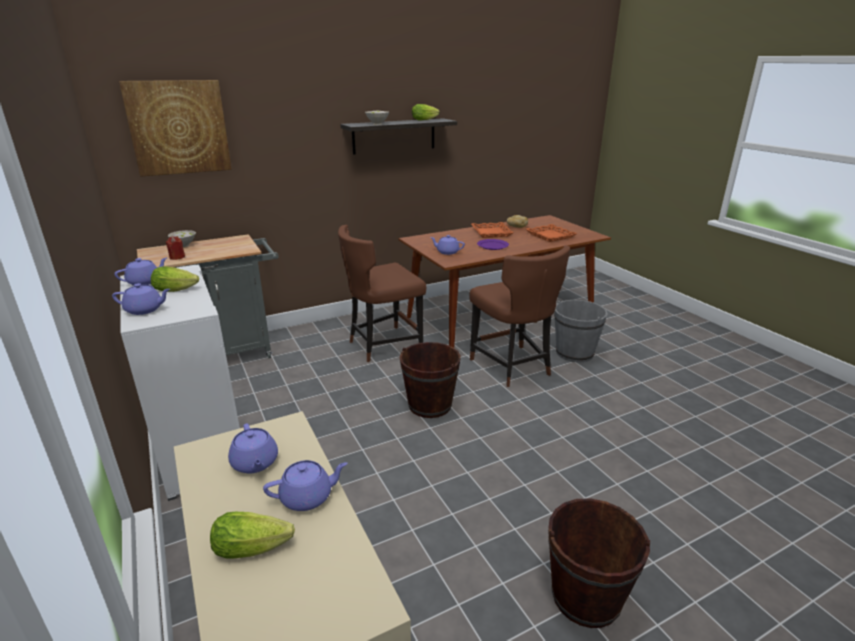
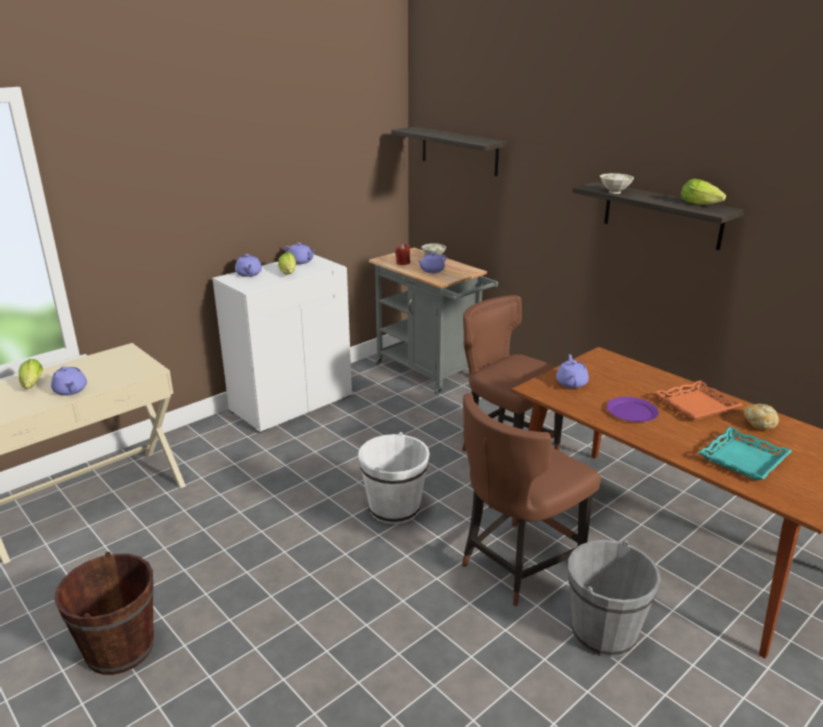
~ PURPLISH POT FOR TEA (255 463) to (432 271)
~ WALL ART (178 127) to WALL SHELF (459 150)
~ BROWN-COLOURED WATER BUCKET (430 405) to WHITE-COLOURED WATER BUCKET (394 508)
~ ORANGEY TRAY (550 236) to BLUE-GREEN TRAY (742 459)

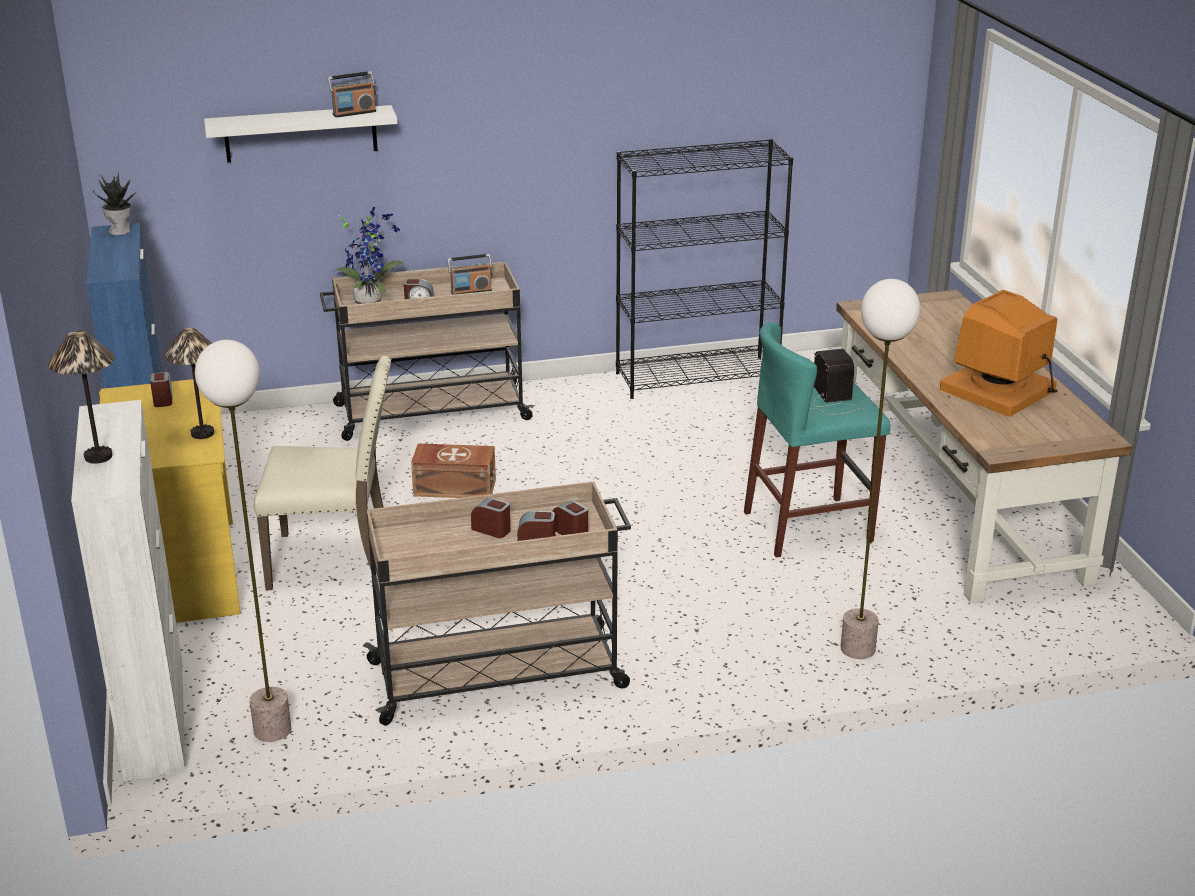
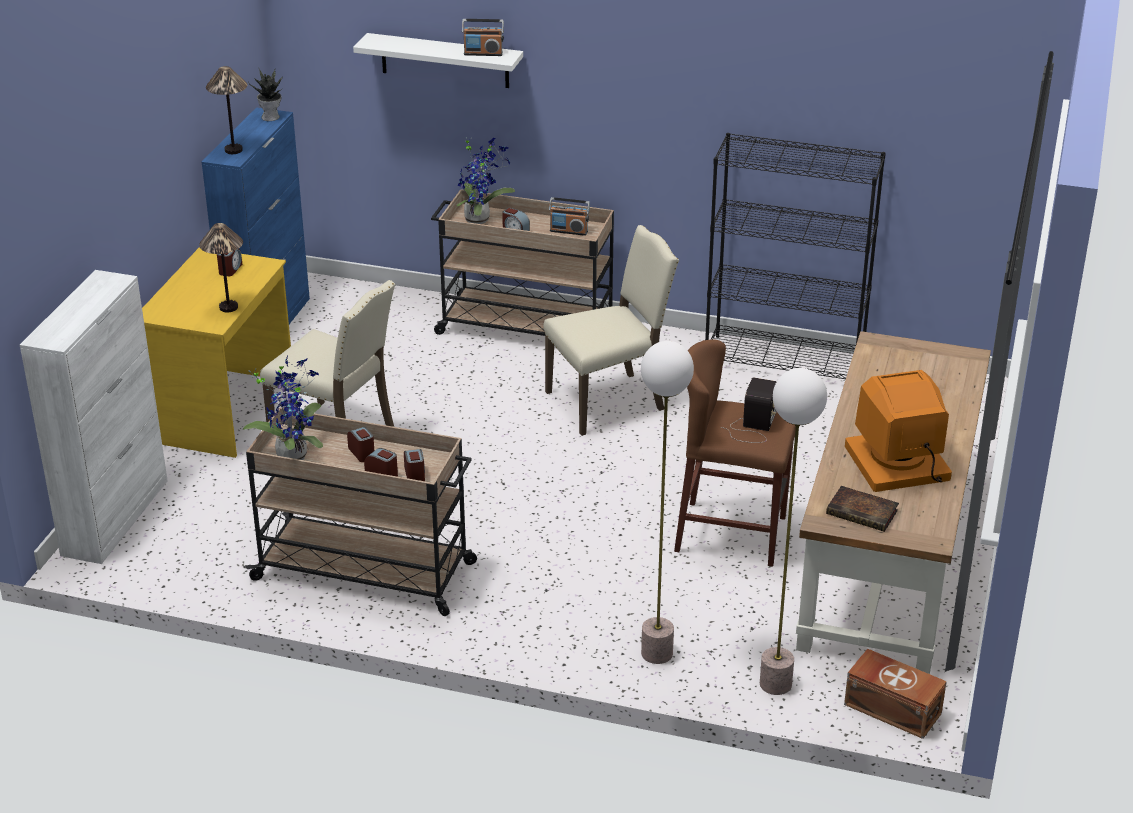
+ PLANT IN A POT (293 454)
+ SAND-COLOURED PLAIN CHAIR (608 401)
+ BOOK (864 513)
~ TABLE LAMP (98 456) to (233 150)
~ FLOOR LAMP (272 730) to (775 684)
~ BROWN-COLOURED STORAGE BIN (453 487) to (892 707)
~ BLUE-GREEN STOOL (808 526) to BROWN-COLOURED STOOL (731 534)

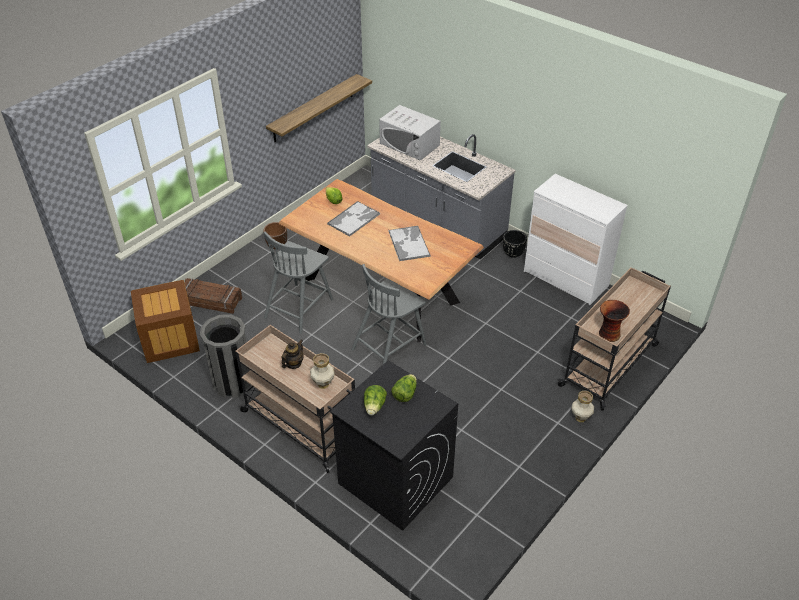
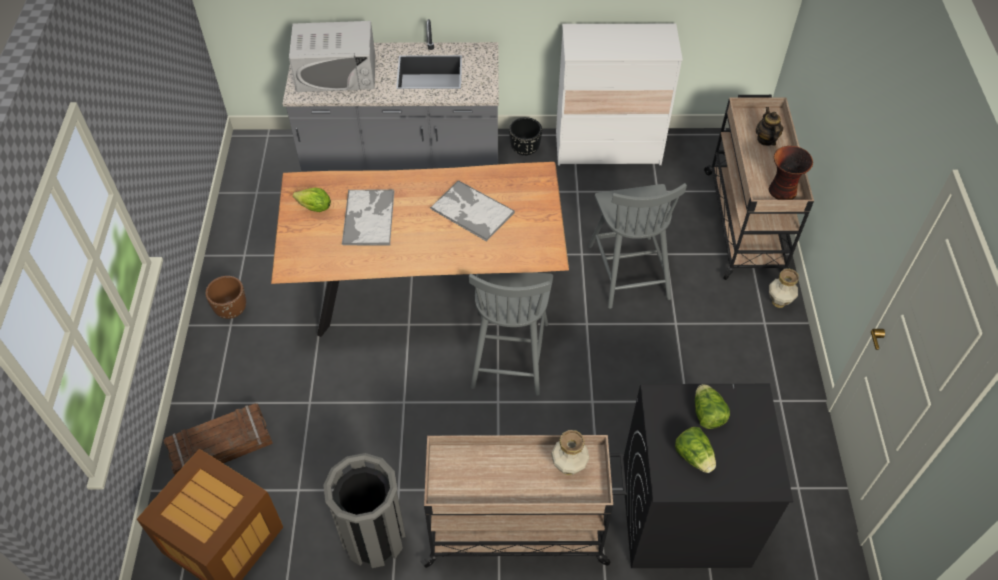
- WALL SHELF (313 108)
~ GRAY PLAIN CHAIR (299 307) to (628 270)
~ POT FOR TEA (293 364) to (766 139)

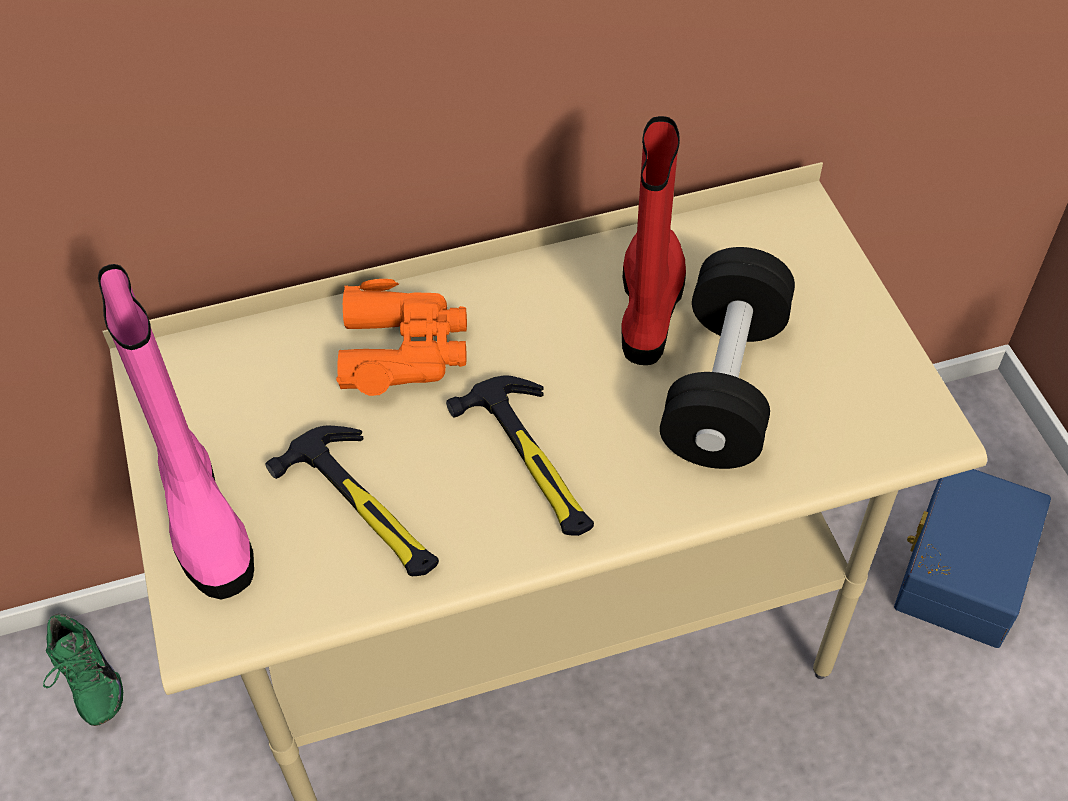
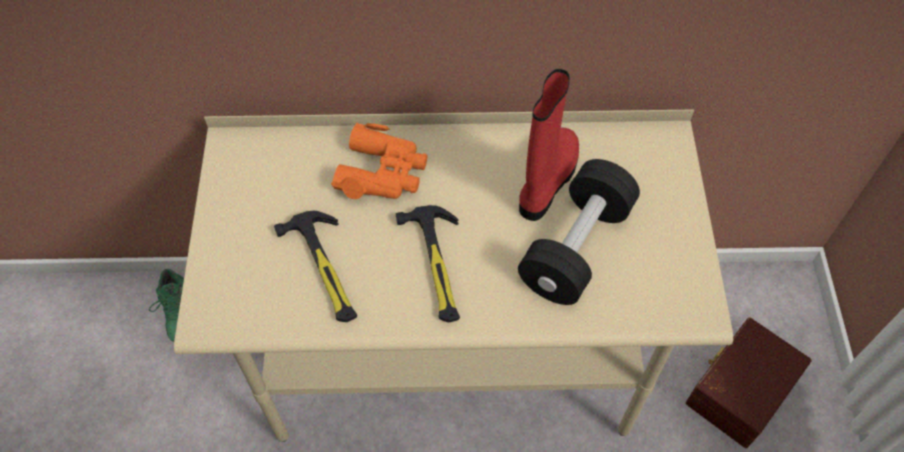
- PINKISH TALL BOOT (203 517)
~ BLUISH STORAGE BIN (960 568) to BROWN-COLOURED STORAGE BIN (738 388)

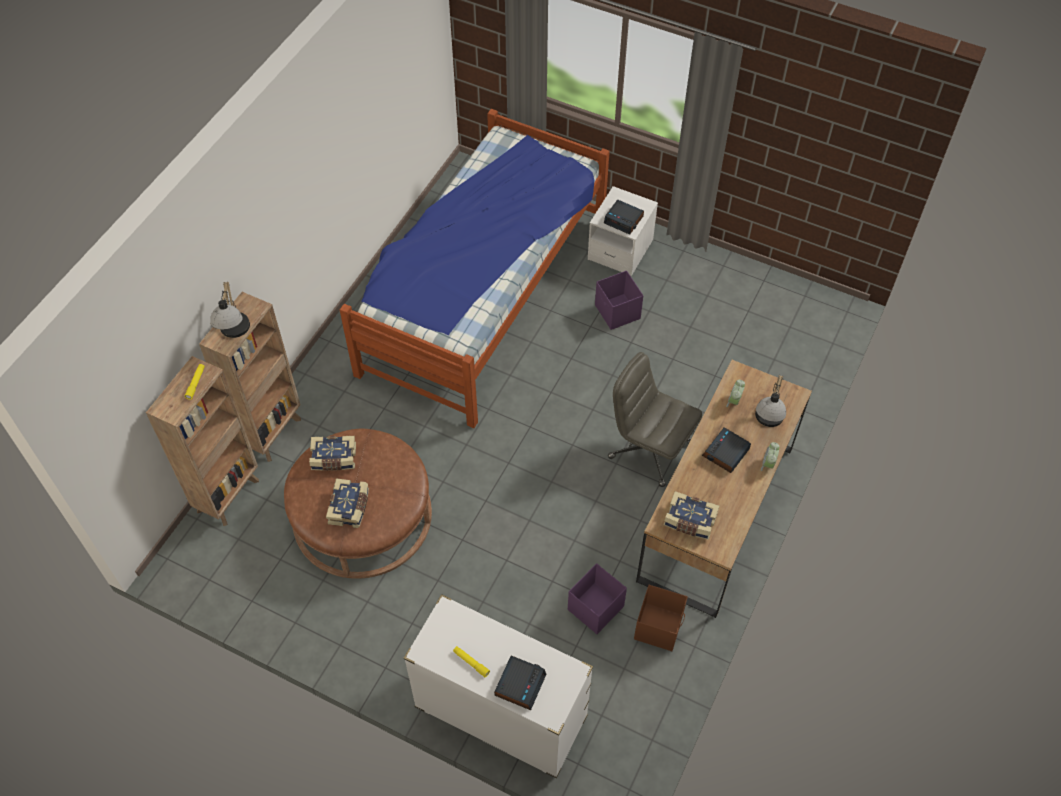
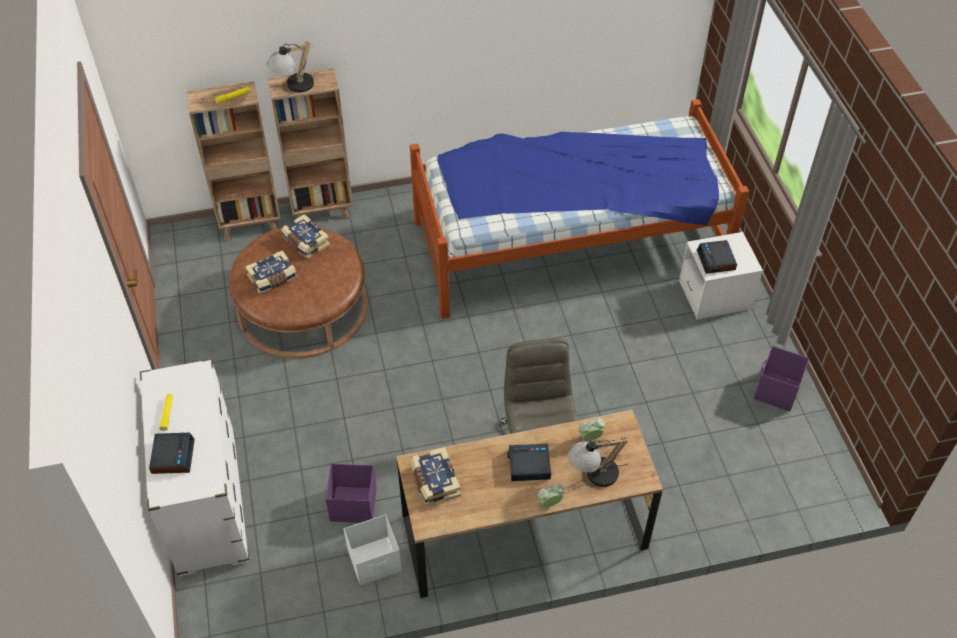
~ PURPLISH STORAGE BIN (617 312) to (776 391)
~ BROWN-COLOURED STORAGE BIN (659 626) to WHITE-COLOURED STORAGE BIN (375 561)
~ ALARM CLOCK (520 684) = (172 456) 75 degrees counterclockwise

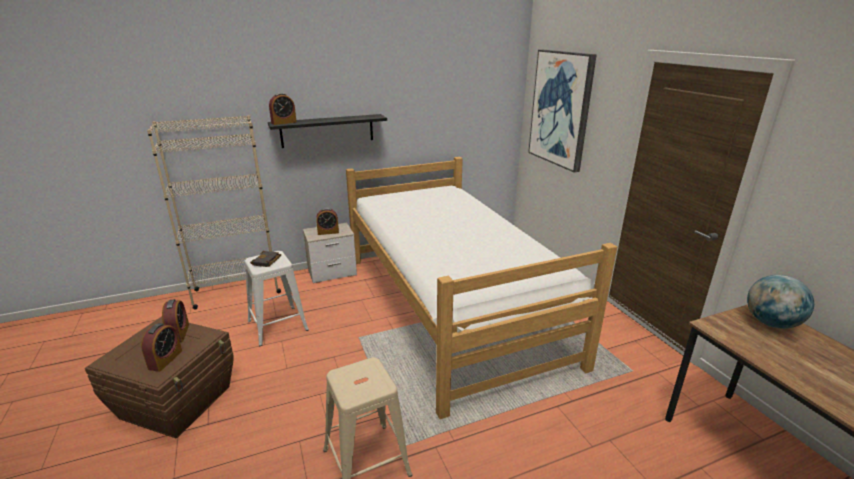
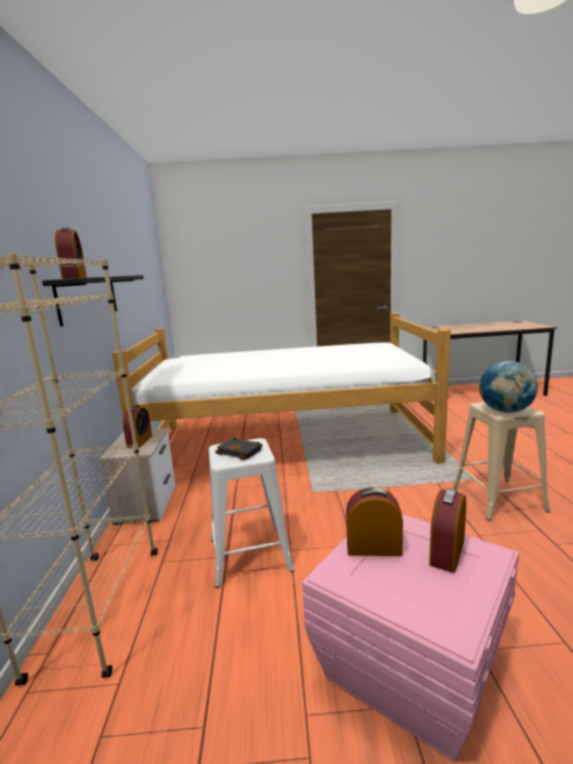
- WALL ART (561 109)
~ GLOBE (770 323) to (505 411)
~ BROWN-COLOURED STORAGE BIN (177 401) to PINKISH STORAGE BIN (409 662)
~ ALARM CLOCK (165 359) = (447 552) 90 degrees counterclockwise

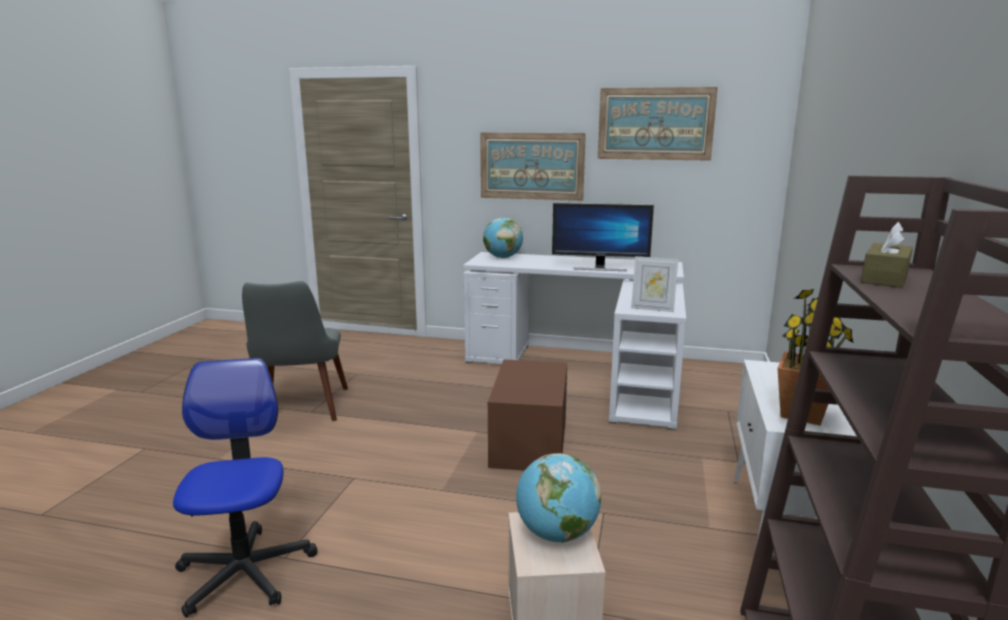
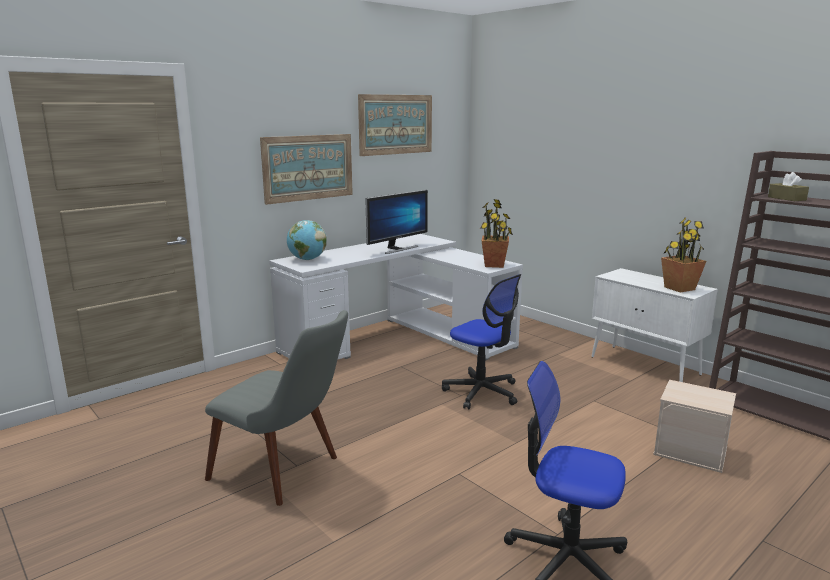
- GLOBE (556 534)
~ BROWN-COLOURED STORAGE BIN (529 442) to DESK CHAIR (482 392)
~ STANDING FRAME (652 309) to PLANT IN A POT (494 265)

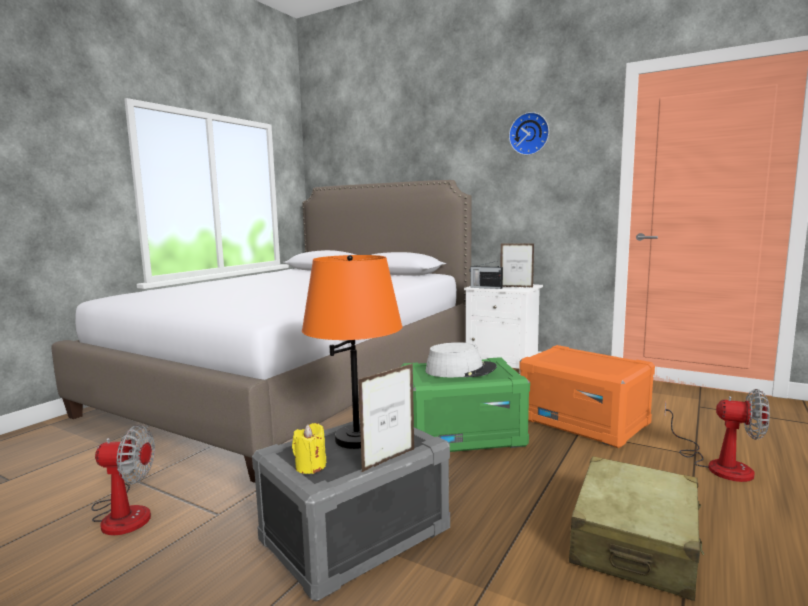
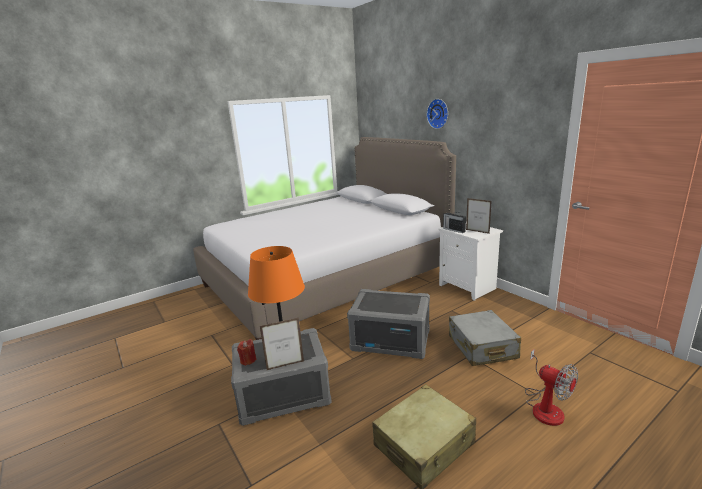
- COOLING FAN (123 513)
- GRAY WEARABLE HAT (460 370)
~ WALL CLOCK (529 134) to (438 113)
~ ORANGEY STORAGE BIN (584 421) to GRAY TRAVEL CASE (482 347)
~ YELLOW-COLOURED WAX CANDLE (310 466) to REDDISH WAX CANDLE (248 360)
~ GREEN STORAGE BIN (462 434) to GRAY STORAGE BIN (391 340)

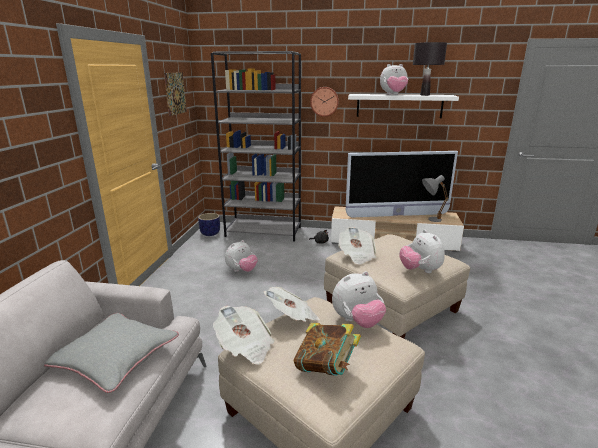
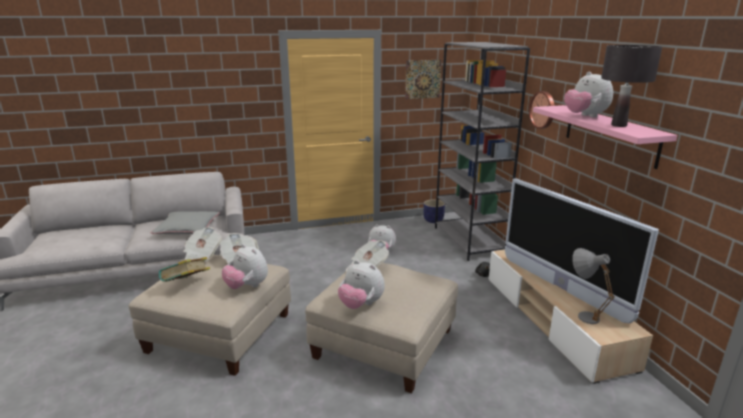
~ WHITE-COLOURED WALL SHELF (399 106) to PINKISH WALL SHELF (610 134)
~ PLUSH TOY (420 270) = (361 305) 105 degrees counterclockwise

